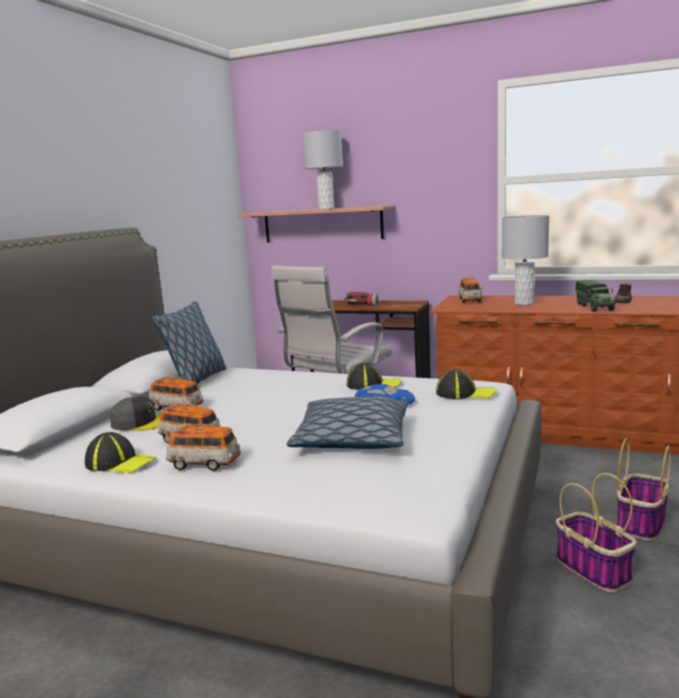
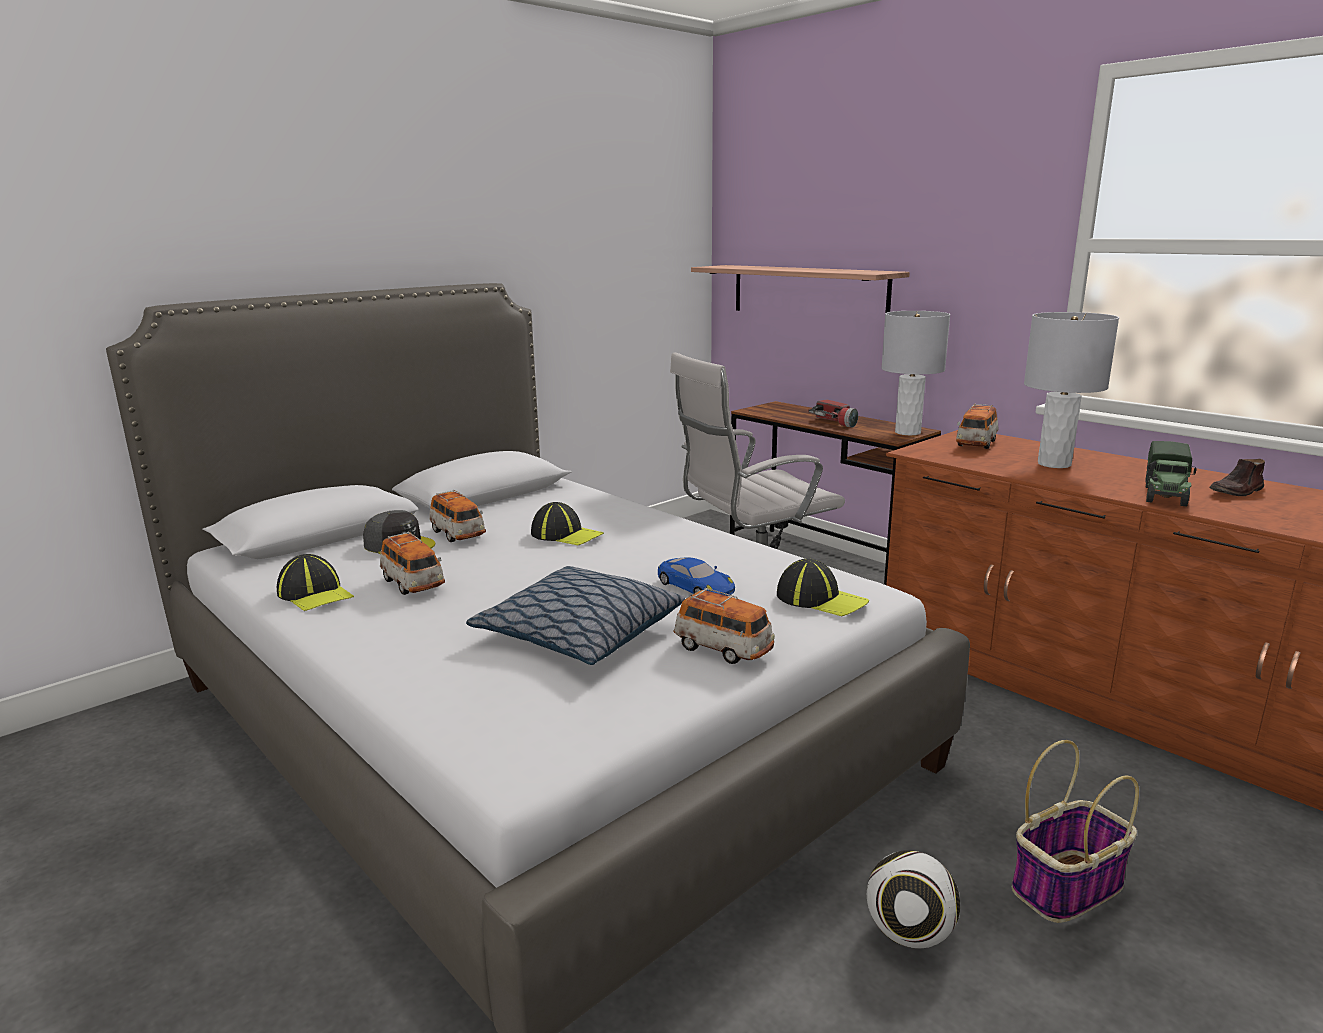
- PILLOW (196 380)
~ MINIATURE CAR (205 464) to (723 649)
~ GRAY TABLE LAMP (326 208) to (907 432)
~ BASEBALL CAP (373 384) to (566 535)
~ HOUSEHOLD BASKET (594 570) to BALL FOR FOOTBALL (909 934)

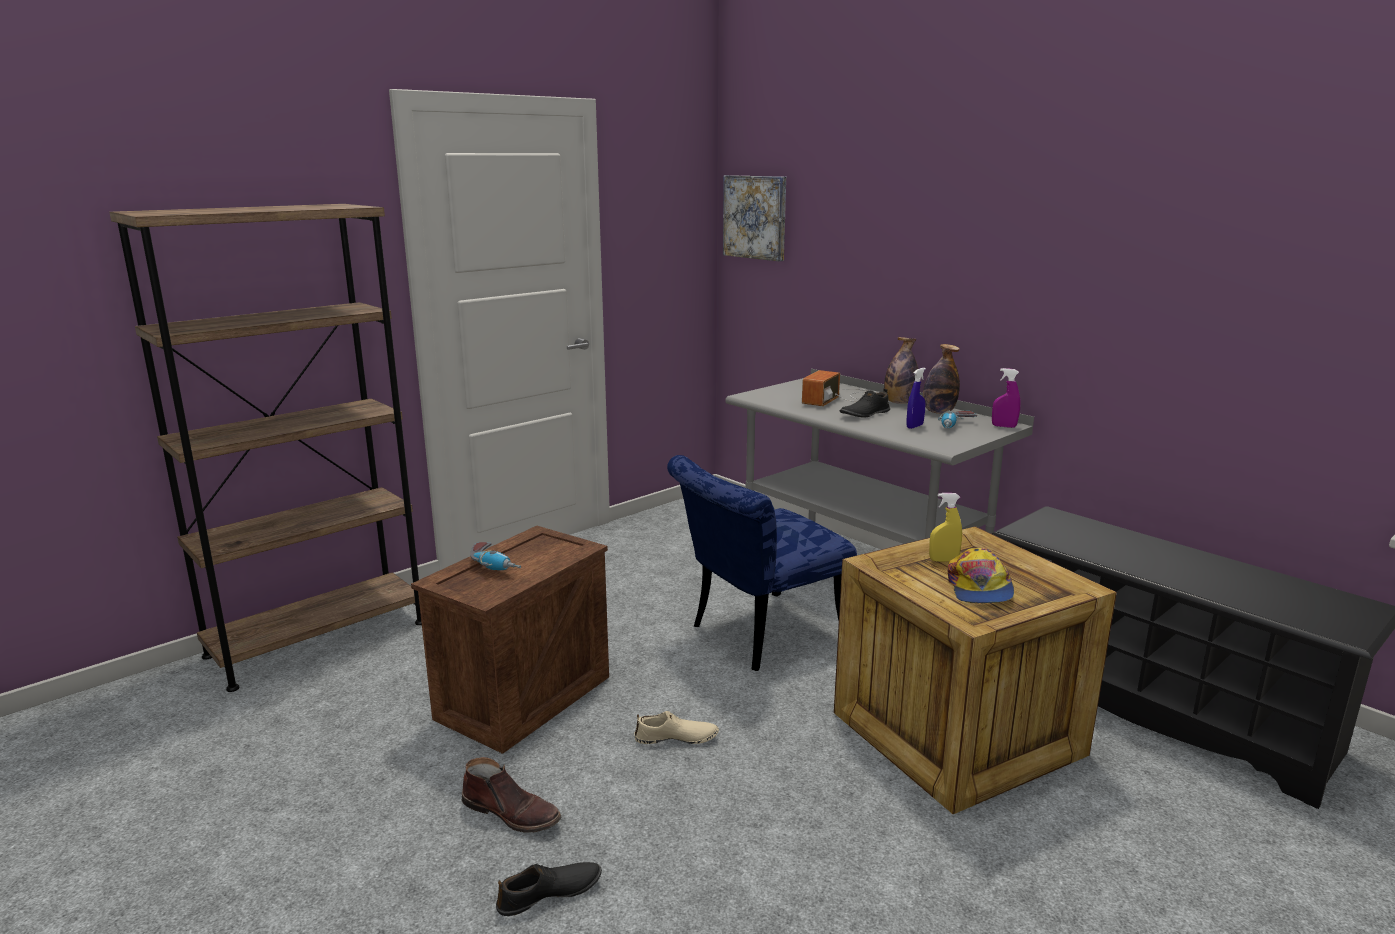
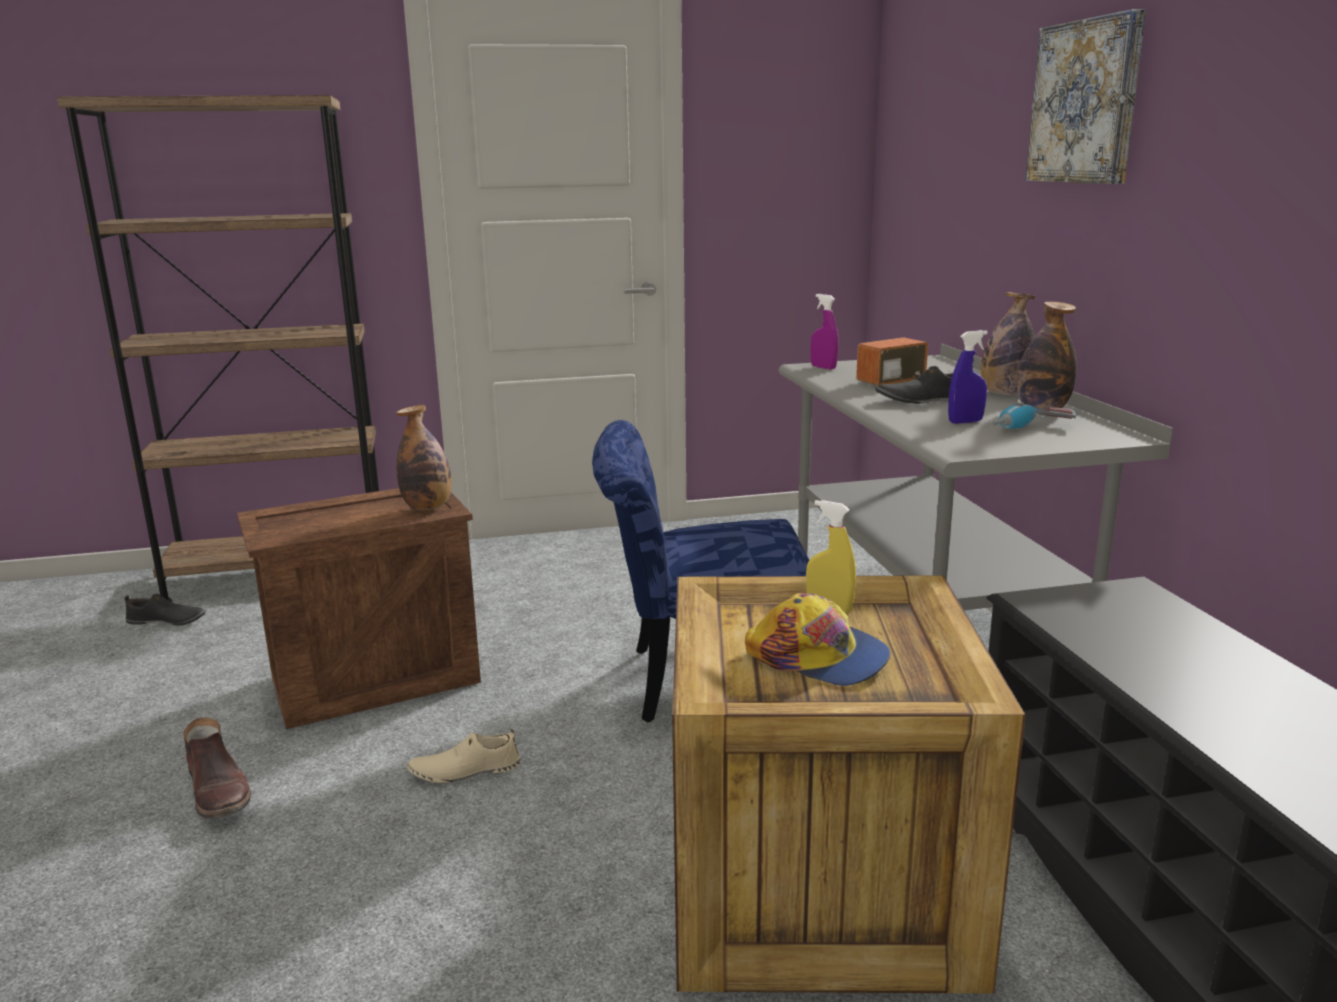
- ELECTRIC DRILL (496 565)
+ BEVERAGE BOTTLE (428 507)
~ BLACKISH ITEM OF FOOTWEAR (550 894) to (167 621)
~ WALL ART (755 217) to (1086 102)
~ PURPLISH SPRAYER (1004 426) to (823 367)
~ SAND-COLOURED ITEM OF FOOTWEAR (676 738) = (465 770) 135 degrees clockwise
~ BASEBALL CAP (979 588) = (819 657) 90 degrees counterclockwise

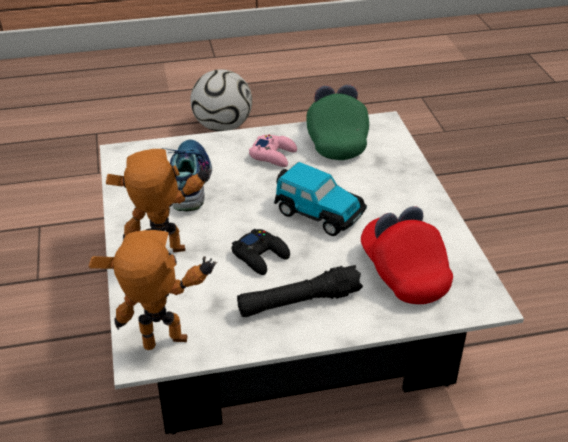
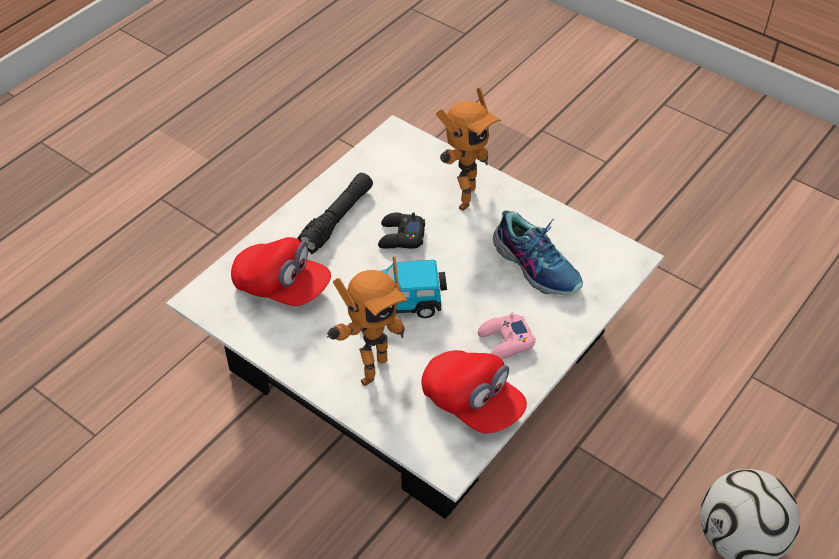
~ MODEL ROBOT (167 348) to (369 368)
~ GREEN BASEBALL CAP (336 139) to REDDISH BASEBALL CAP (472 403)

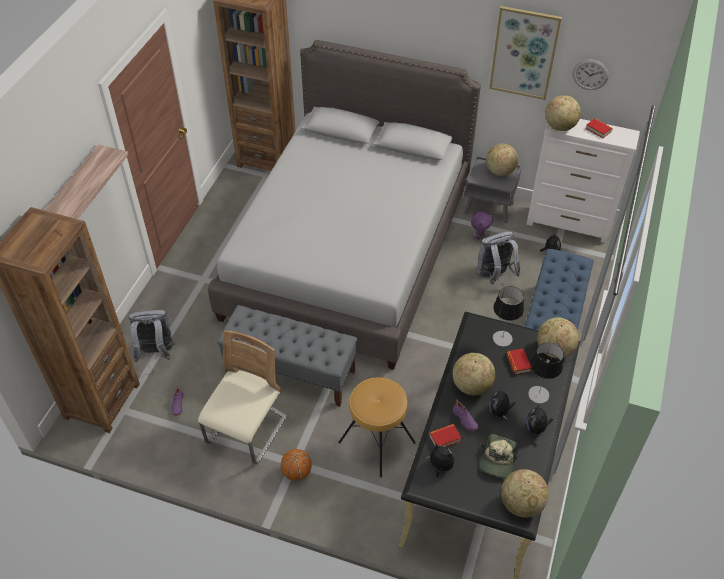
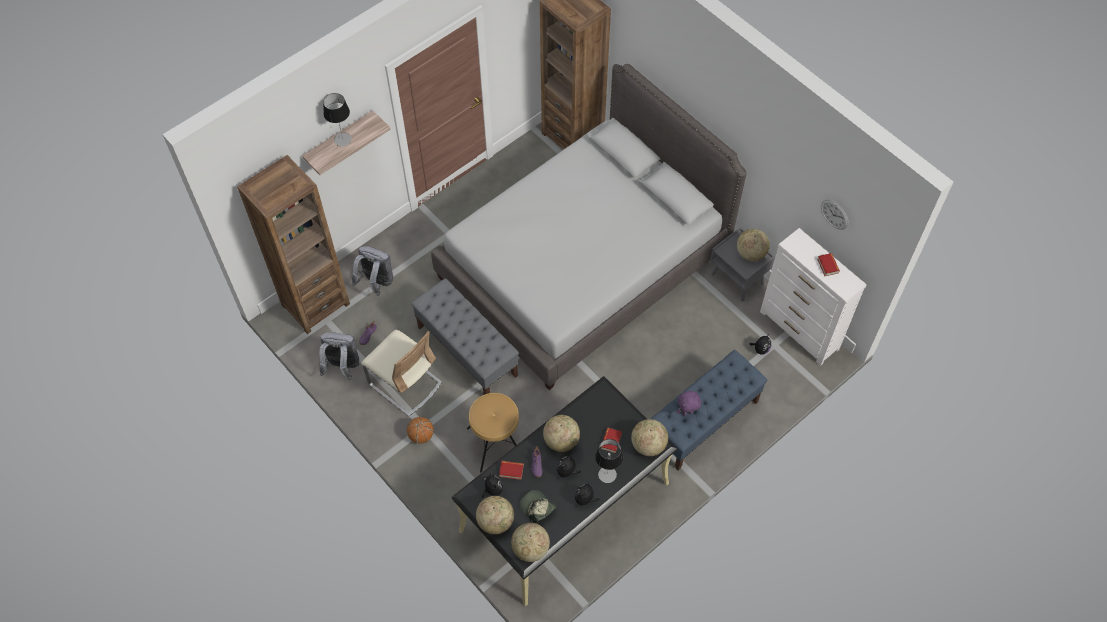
- WALL ART (524 53)
~ PURPLISH PLUSH TOY (479 237) to (687 412)
~ GRAY KNAPSACK (494 275) to (342 367)
~ TABLE LAMP (502 338) to (342 139)
~ GLOBE (559 126) to (496 521)
~ SAND-COLOURED PLAIN CHAIR (247 431) = (405 384) 75 degrees clockwise
~ BASEBALL CAP (497 460) = (537 508) 90 degrees clockwise

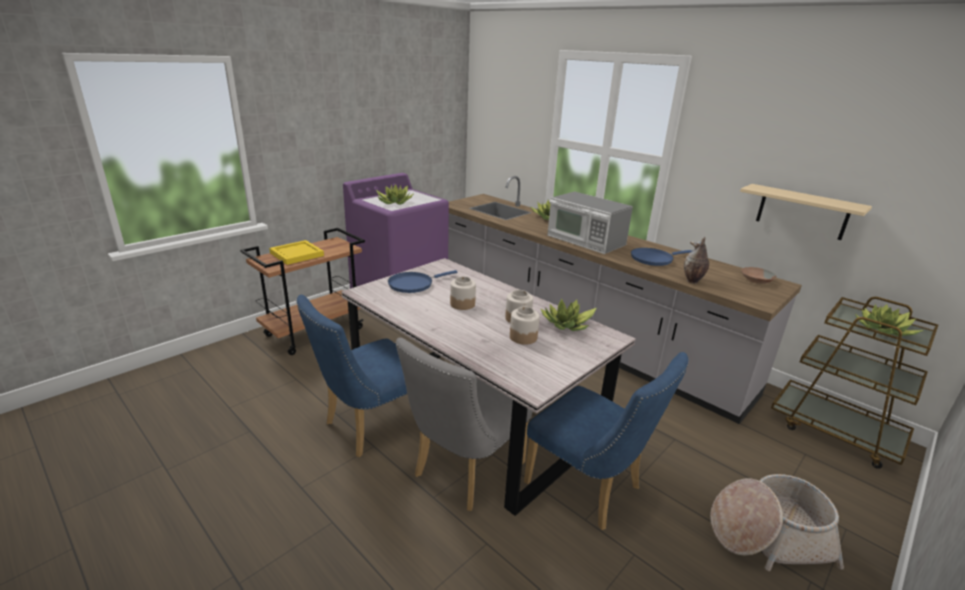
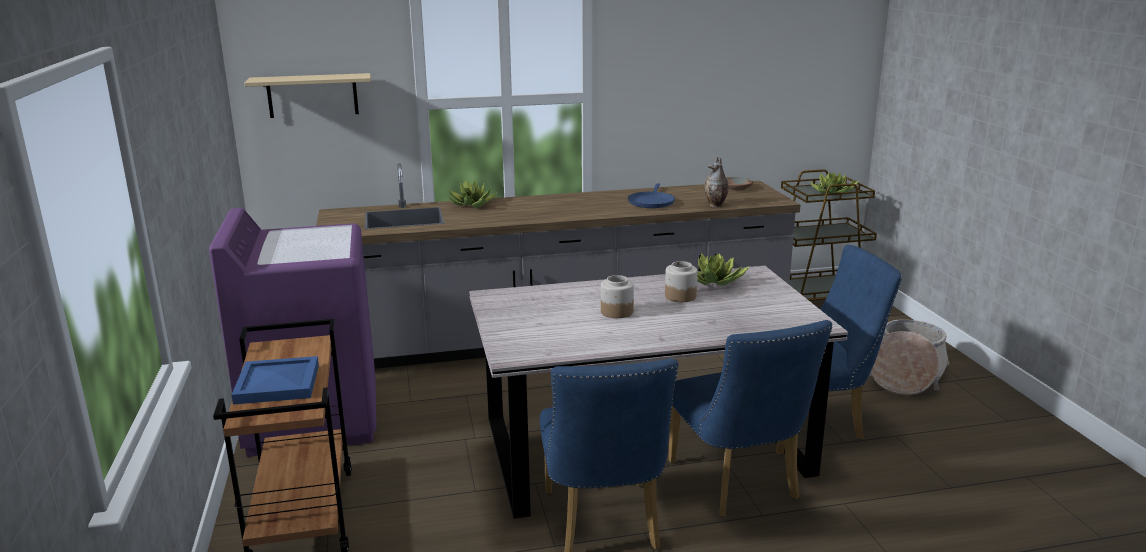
- PLANT IN A POT (393 202)
- BLUISH FRYING PAN (413 284)
- STORAGE JAR (523 337)
- KITCHEN MICROWAVE (585 240)
~ SAND-COLOURED WALL SHELF (802 212) to (312 95)
~ YELLOW-COLOURED TRAY (297 254) to BLUISH TRAY (276 383)
~ GRAY PLAIN CHAIR (462 472) to BLUISH PLAIN CHAIR (738 485)

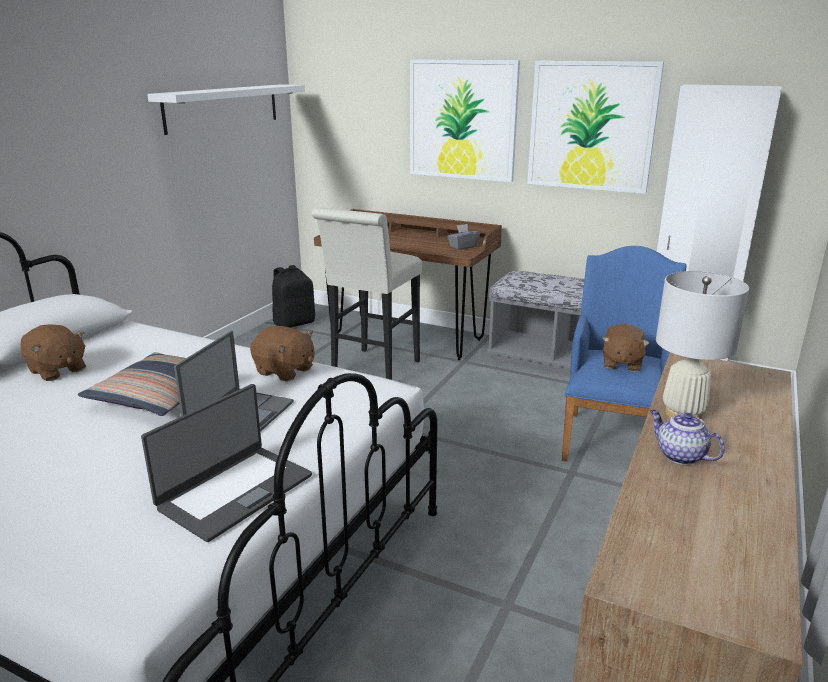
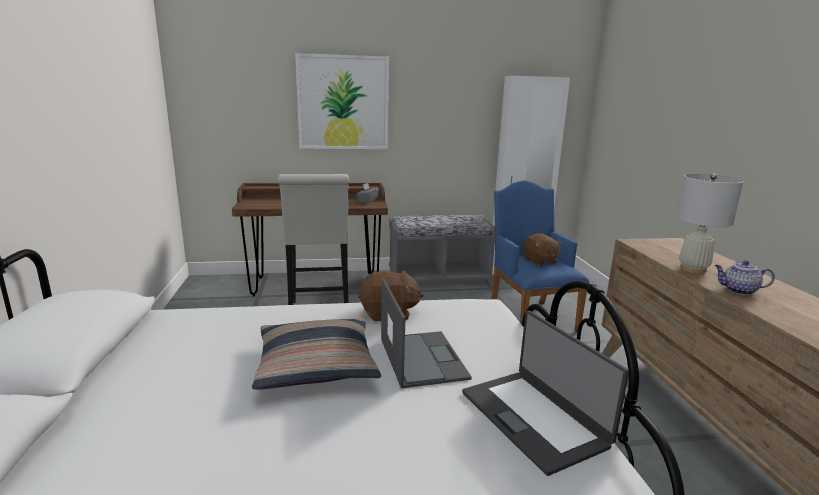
- BROWN-COLOURED PLUSH TOY (57 370)
- WHITE-COLOURED WALL SHELF (223 107)
- BLACKISH KNAPSACK (294 323)
- WALL ART (591 126)
~ LAPTOP (234 491) = (534 418) 150 degrees clockwise

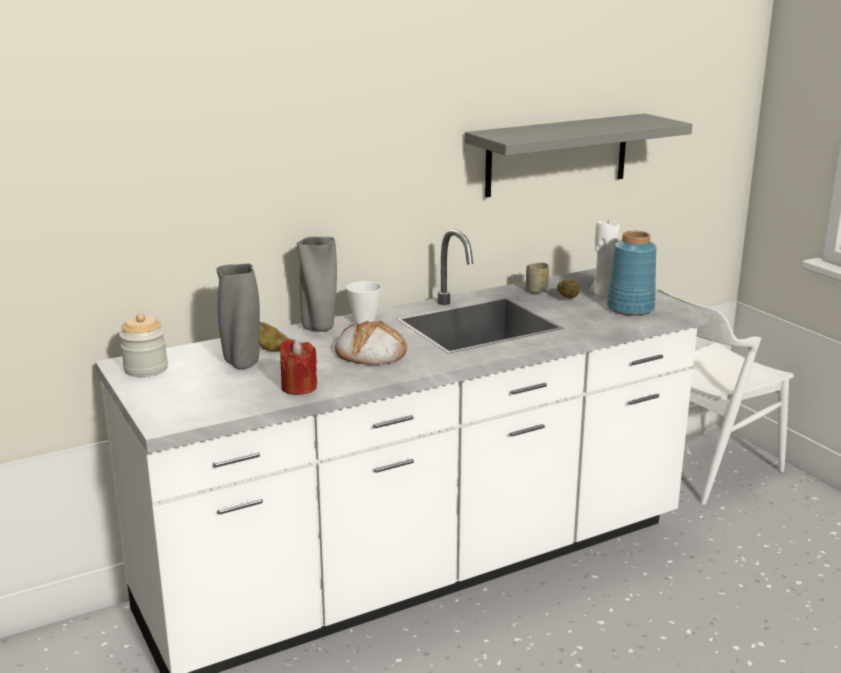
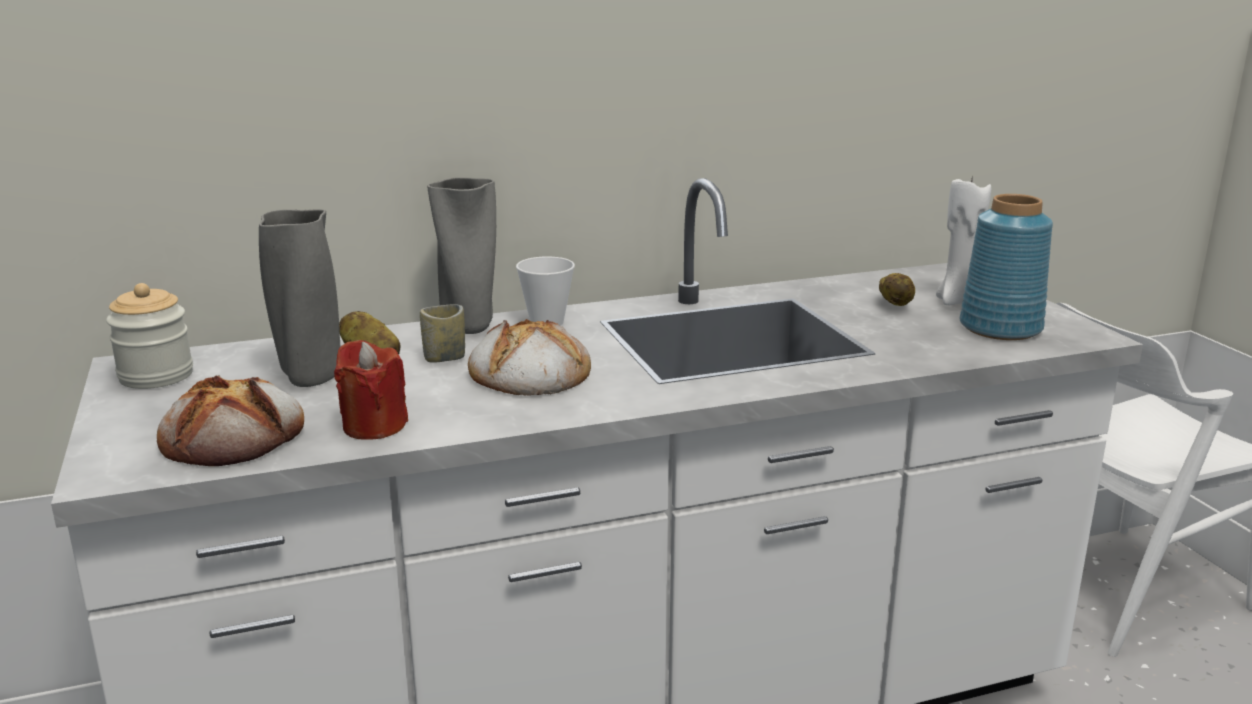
- GRAY WALL SHELF (557 155)
+ BREAD (234 435)
~ DRINKING CUP (536 290) to (444 358)

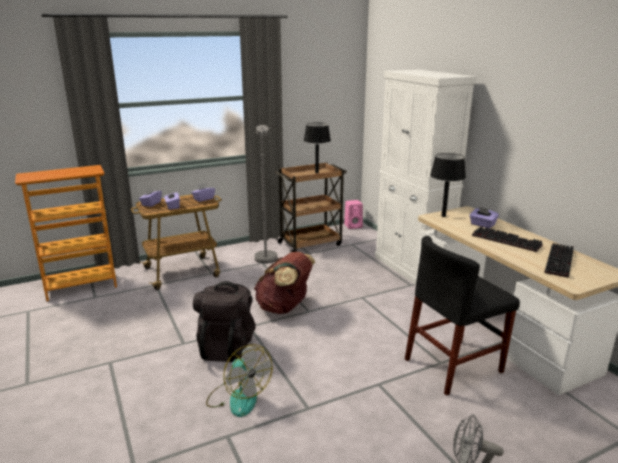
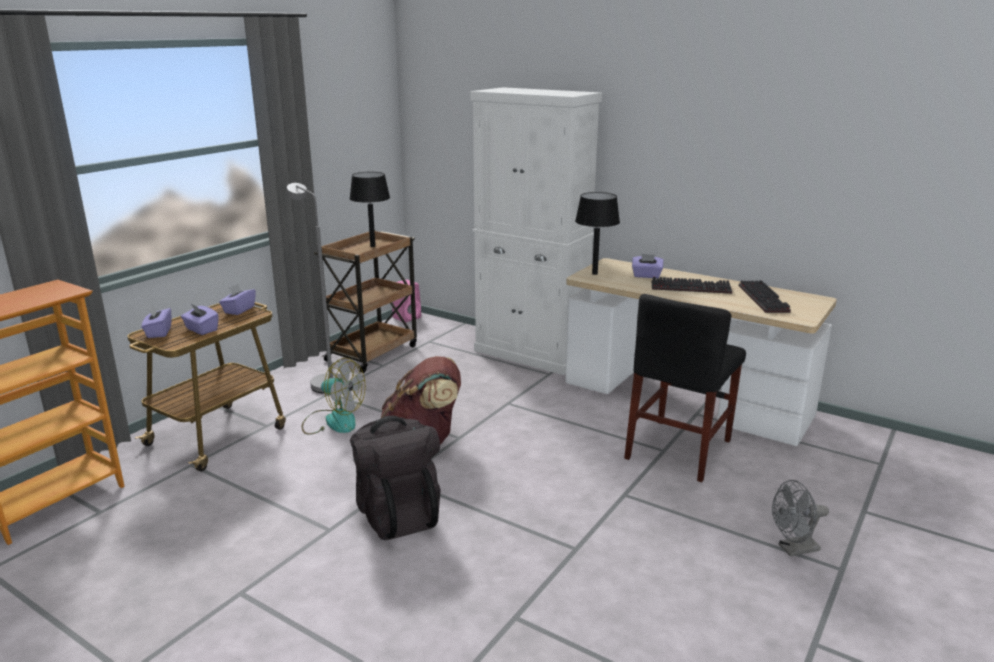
~ COOLING FAN (238 397) to (333 421)

